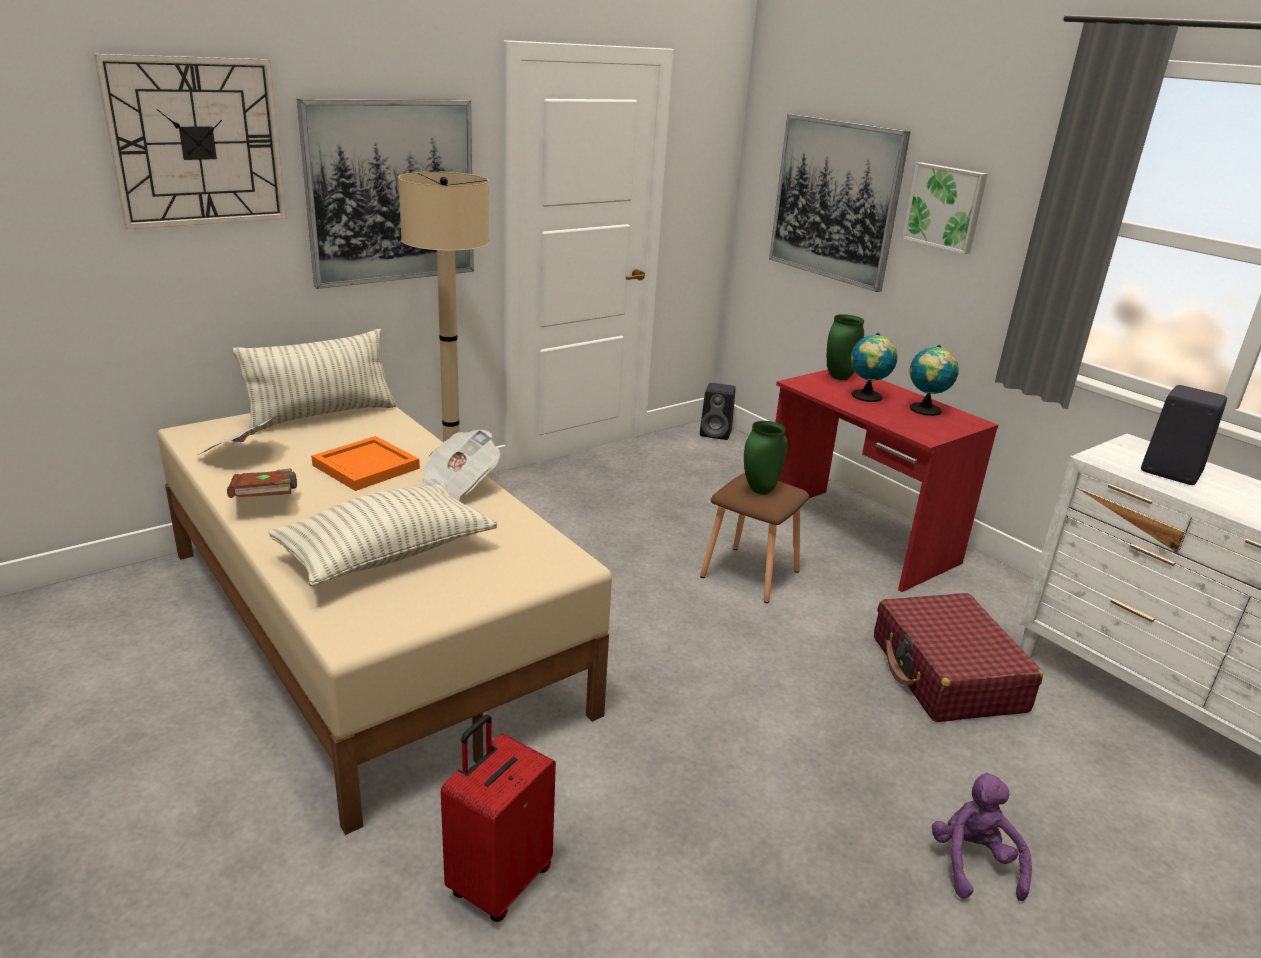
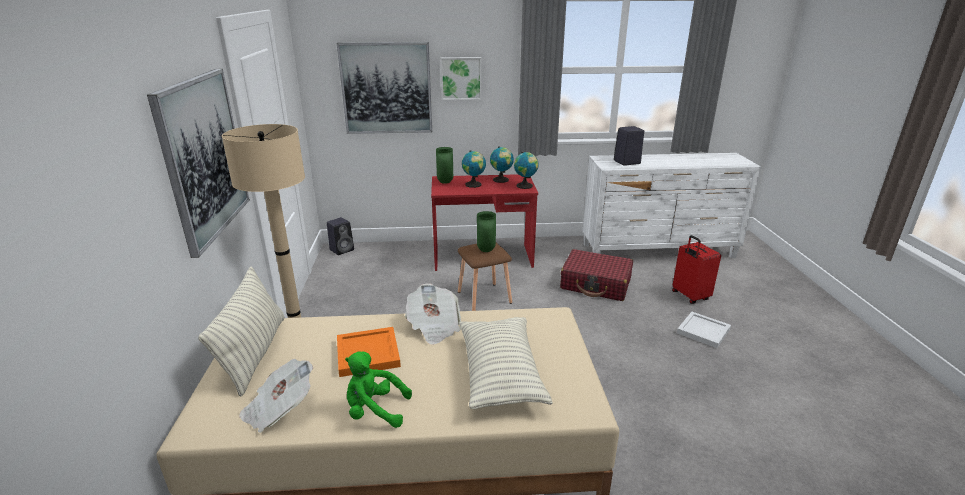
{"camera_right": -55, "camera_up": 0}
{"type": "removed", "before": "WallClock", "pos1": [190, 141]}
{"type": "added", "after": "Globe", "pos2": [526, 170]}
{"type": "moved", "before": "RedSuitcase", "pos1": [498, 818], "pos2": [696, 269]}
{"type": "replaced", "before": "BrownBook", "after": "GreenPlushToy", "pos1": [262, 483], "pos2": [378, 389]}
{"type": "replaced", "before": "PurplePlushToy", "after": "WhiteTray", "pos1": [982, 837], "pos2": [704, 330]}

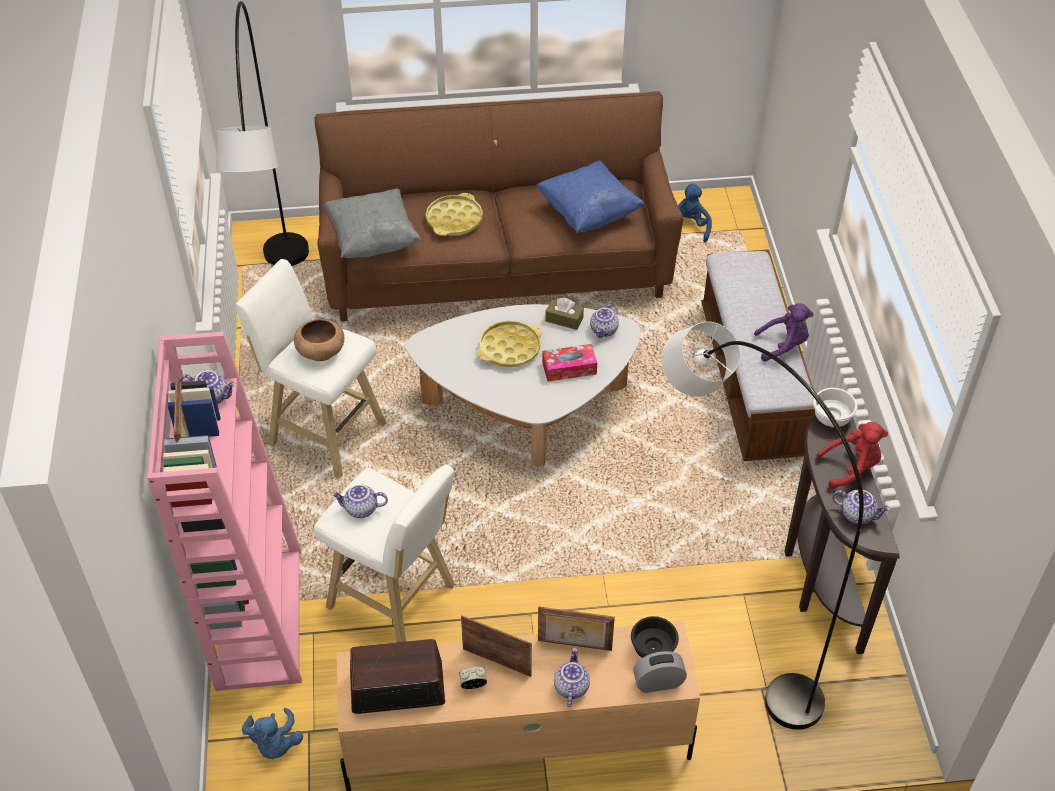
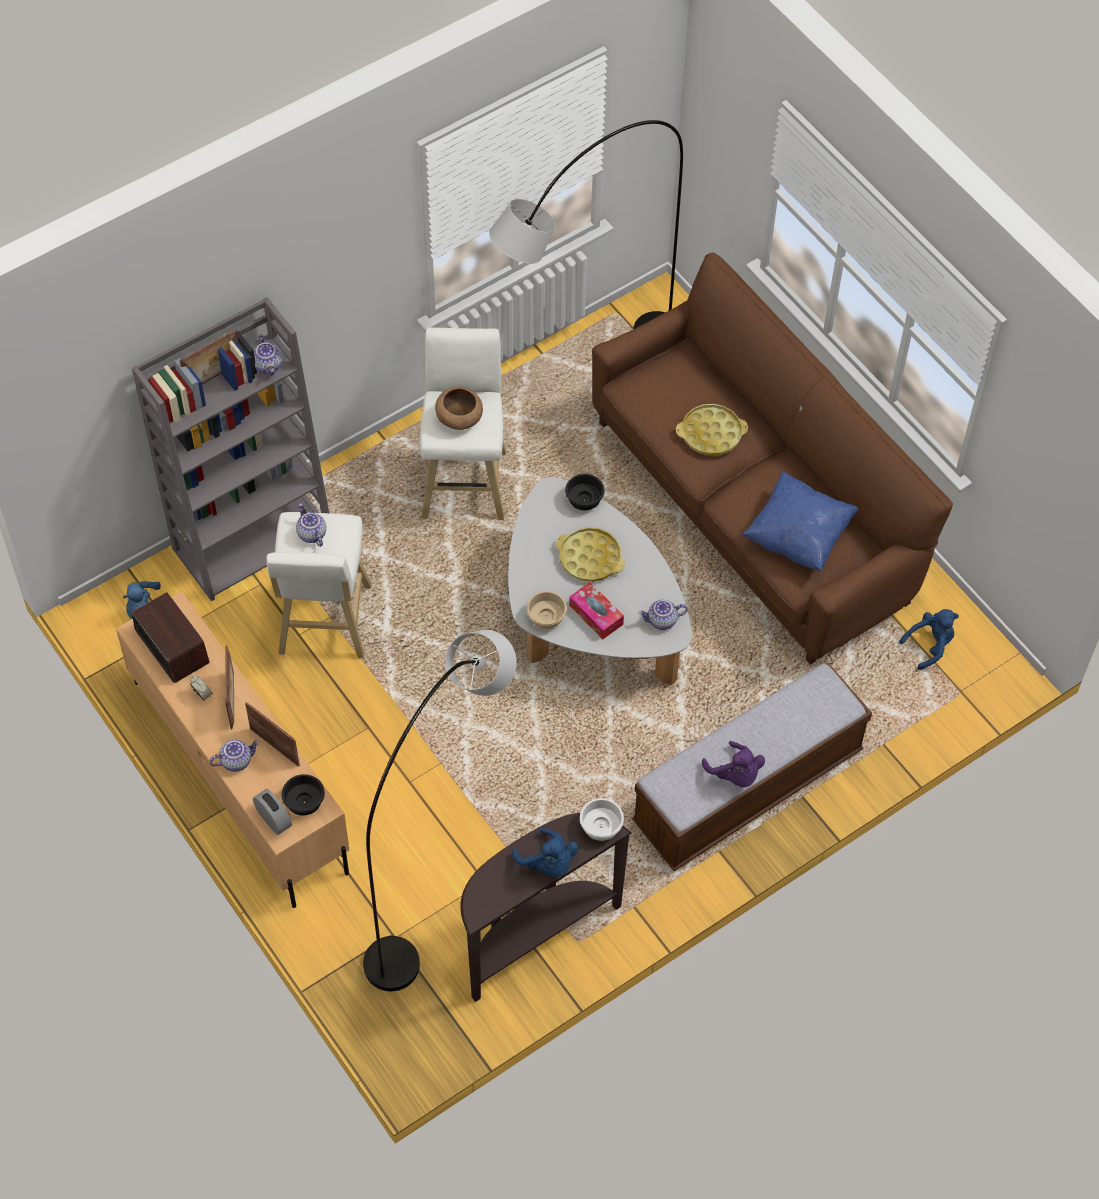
{"camera_right": 60, "camera_up": 10}
{"type": "removed", "before": "GreyPillow", "pos1": [373, 223]}
{"type": "removed", "before": "BrownTissueBox", "pos1": [564, 314]}
{"type": "removed", "before": "Teapot", "pos1": [861, 507]}
{"type": "added", "after": "BeigeBowl", "pos2": [547, 610]}
{"type": "added", "after": "BlackBowl", "pos2": [585, 492]}
{"type": "recoloured", "before": "PinkBookcase", "after": "GreyBookcase", "pos1": [224, 511], "pos2": [230, 449]}
{"type": "recoloured", "before": "RedPlushToy", "after": "BluePlushToy", "pos1": [852, 455], "pos2": [545, 852]}
{"type": "turned", "before": "PictureFrame", "pos1": [576, 628], "pos2": [272, 734], "turn": 150}

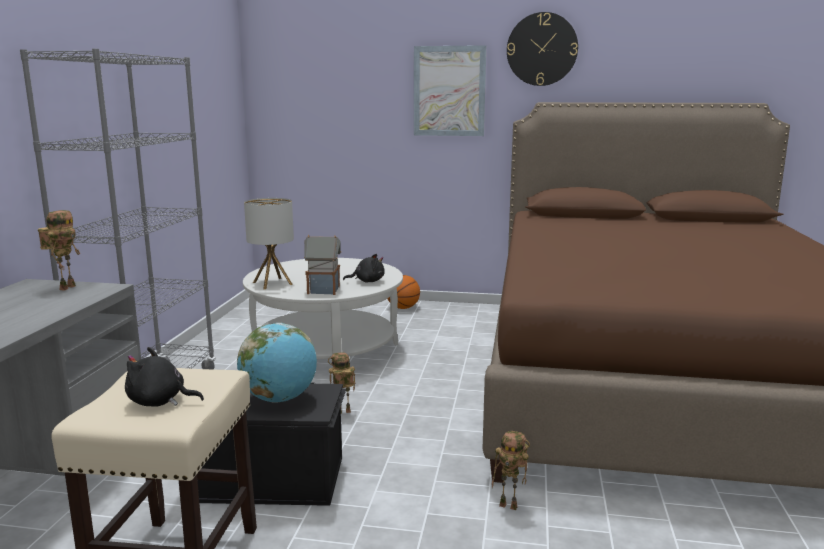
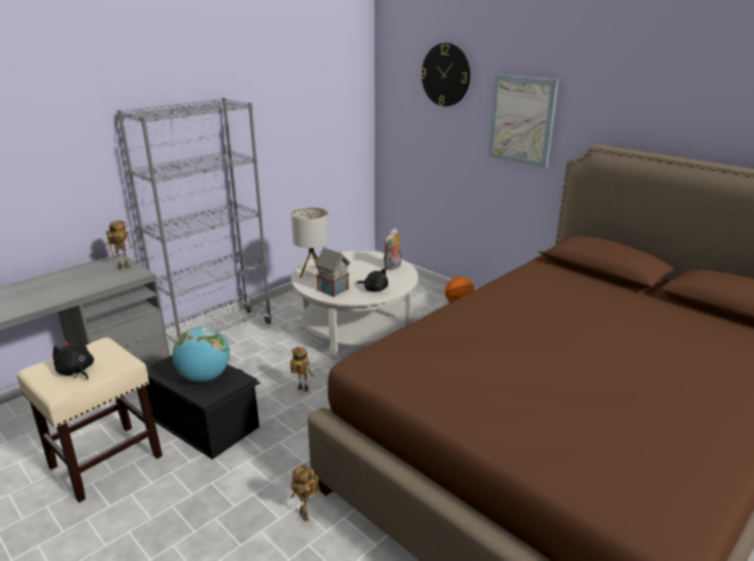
{"camera_right": 35, "camera_up": 10}
{"type": "added", "after": "PlushToy", "pos2": [393, 249]}
{"type": "moved", "before": "WallClock", "pos1": [542, 49], "pos2": [445, 75]}

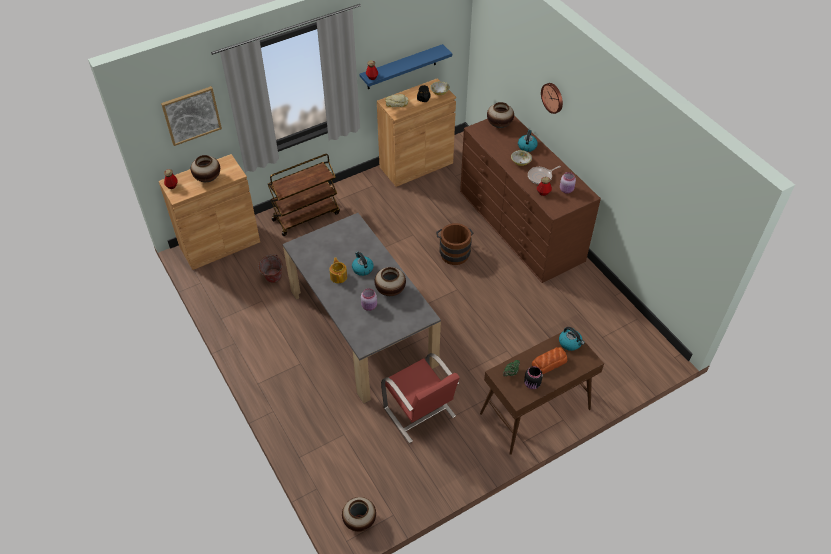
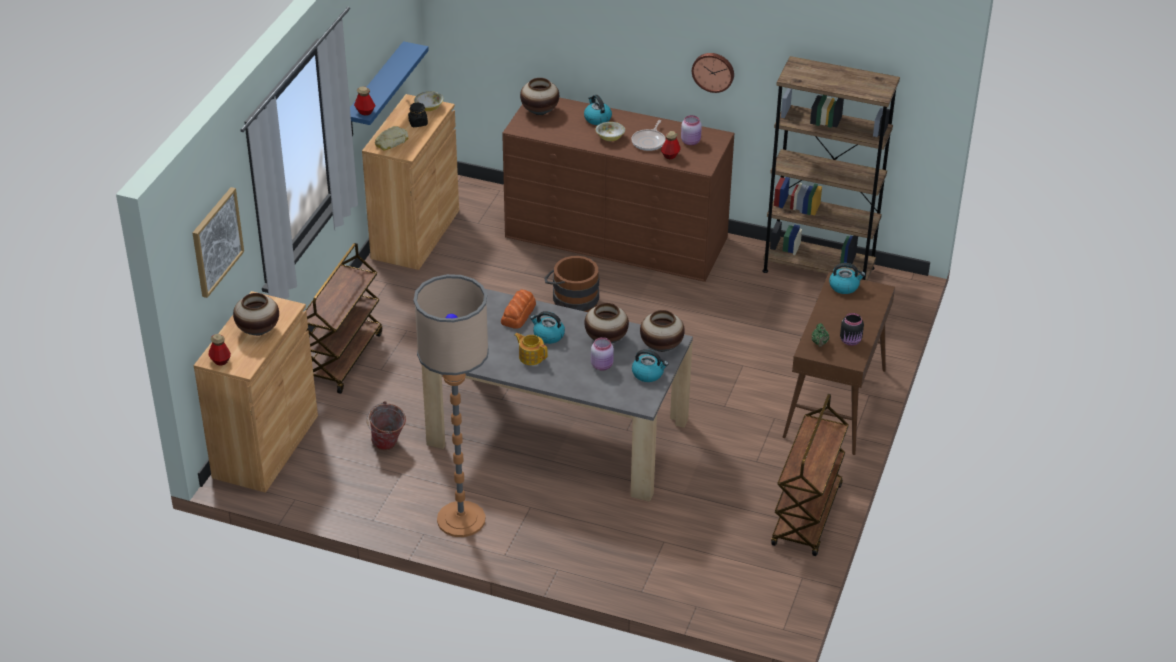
{"camera_right": -40, "camera_up": -10}
{"type": "removed", "before": "RedChair", "pos1": [420, 398]}
{"type": "added", "after": "FloorLamp", "pos2": [451, 405]}
{"type": "added", "after": "Kettle", "pos2": [650, 365]}
{"type": "added", "after": "BrownBookcase", "pos2": [831, 168]}
{"type": "added", "after": "BrownCart", "pos2": [810, 475]}
{"type": "moved", "before": "Vase", "pos1": [359, 514], "pos2": [662, 331]}
{"type": "moved", "before": "Bread", "pos1": [549, 360], "pos2": [518, 309]}
{"type": "moved", "before": "WallClock", "pos1": [552, 98], "pos2": [713, 73]}

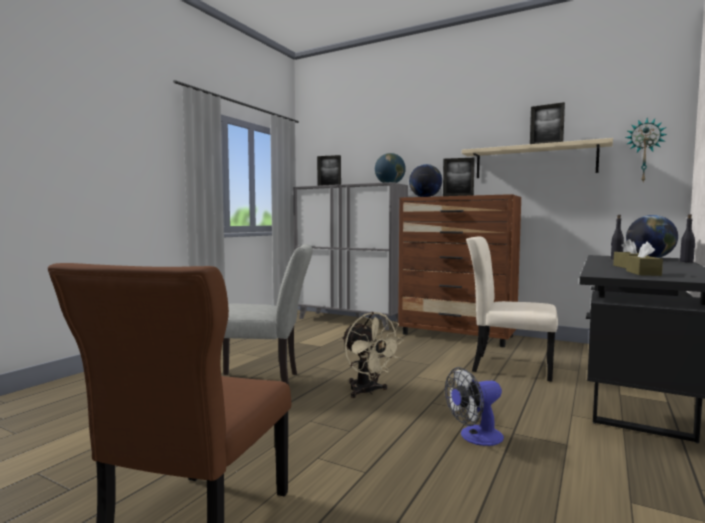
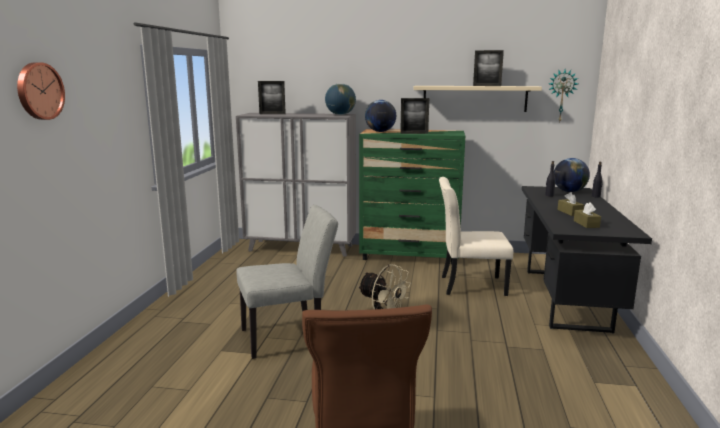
{"camera_right": -20, "camera_up": 10}
{"type": "removed", "before": "Fan", "pos1": [474, 406]}
{"type": "added", "after": "WallClock", "pos2": [41, 91]}
{"type": "recoloured", "before": "BrownDresser", "after": "GreenDresser", "pos1": [459, 270], "pos2": [412, 197]}

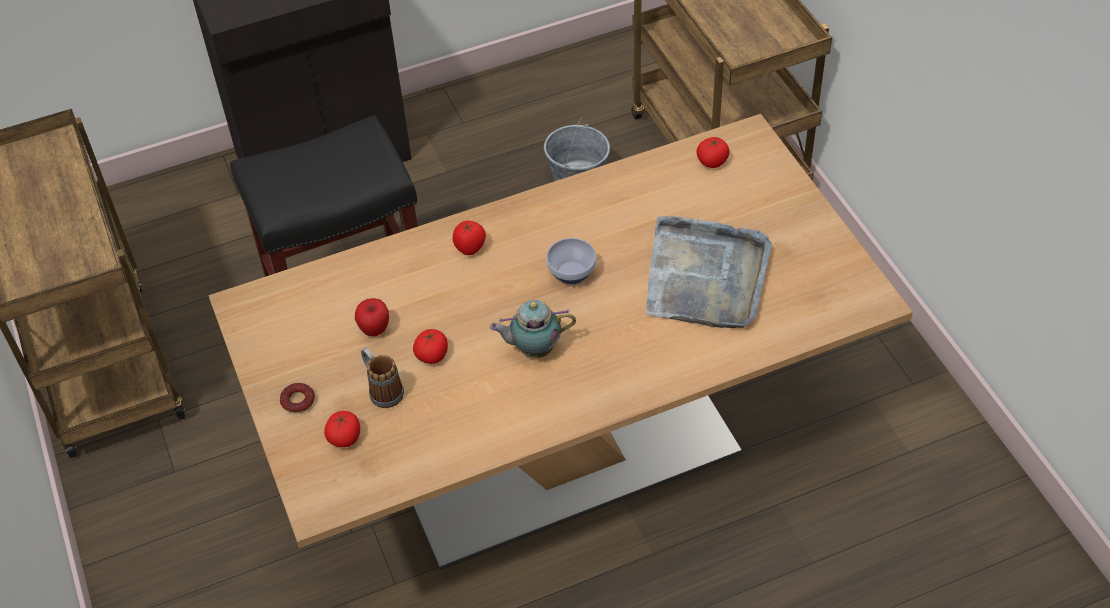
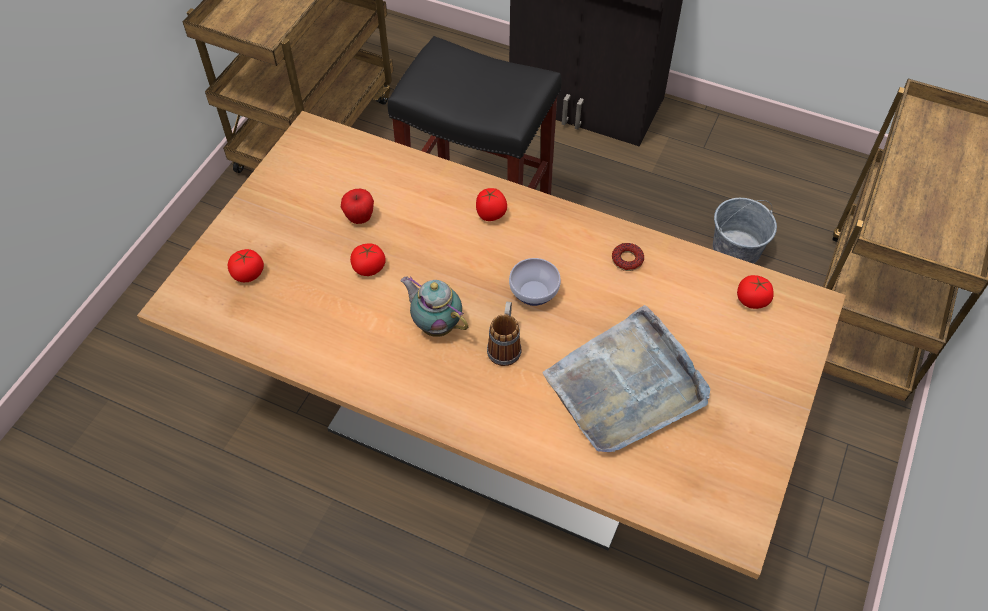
{"camera_right": 45, "camera_up": 5}
{"type": "moved", "before": "Donut", "pos1": [297, 398], "pos2": [628, 257]}
{"type": "moved", "before": "Mug", "pos1": [382, 378], "pos2": [504, 334]}

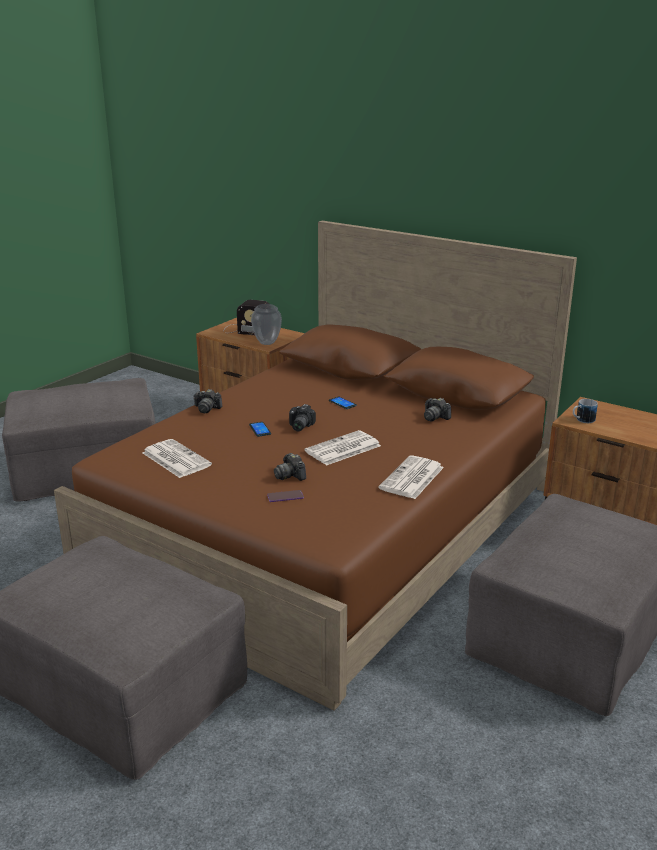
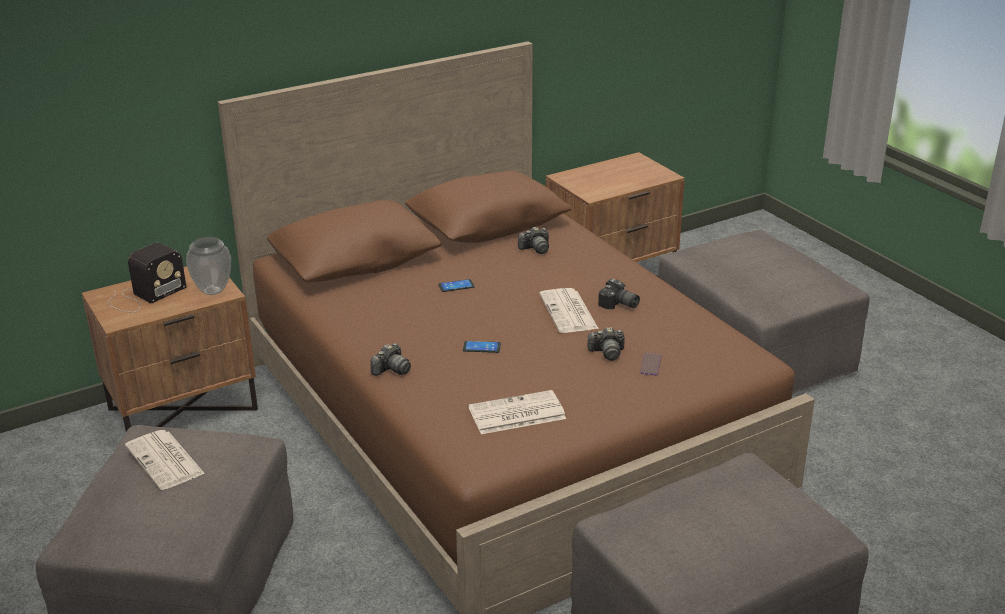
{"camera_right": -65, "camera_up": 5}
{"type": "removed", "before": "Mug", "pos1": [585, 411]}
{"type": "moved", "before": "PhotoCamera", "pos1": [302, 417], "pos2": [619, 294]}
{"type": "moved", "before": "Newspaper", "pos1": [411, 477], "pos2": [165, 460]}

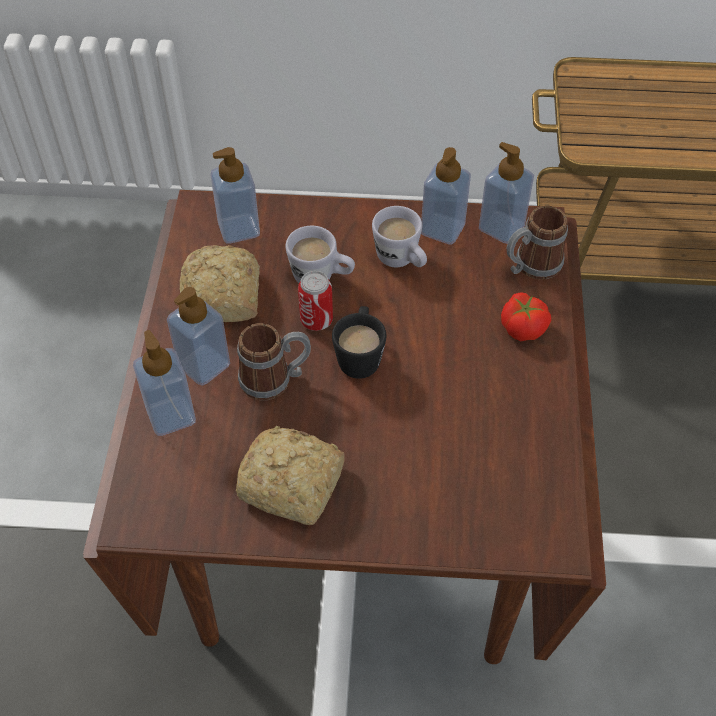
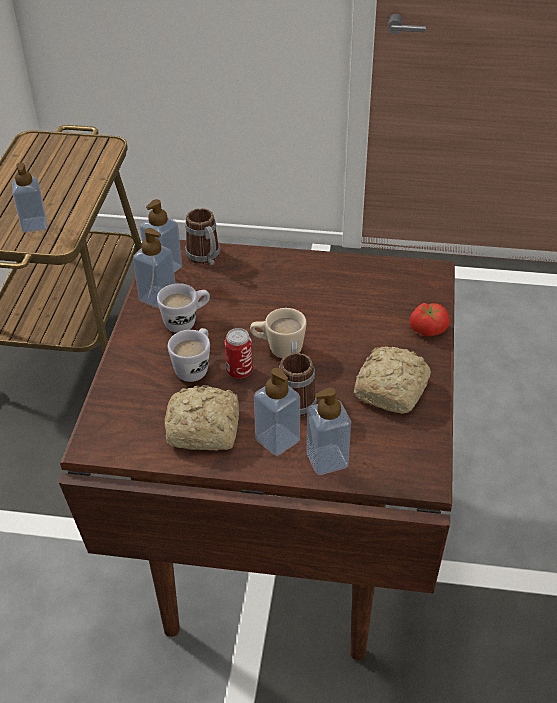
{"camera_right": -85, "camera_up": -10}
{"type": "moved", "before": "SoapDispenser", "pos1": [235, 195], "pos2": [29, 198]}
{"type": "moved", "before": "Tomato", "pos1": [526, 316], "pos2": [430, 319]}
{"type": "recoloured", "before": "BlackMug", "after": "BeigeMug", "pos1": [359, 342], "pos2": [278, 333]}

